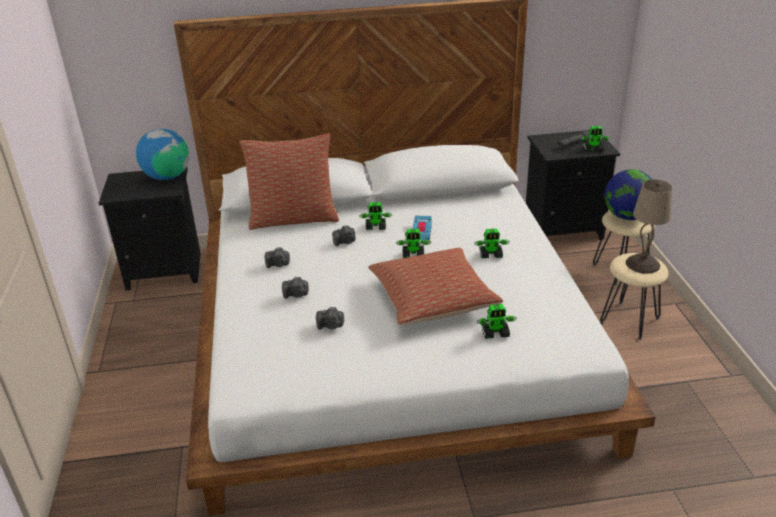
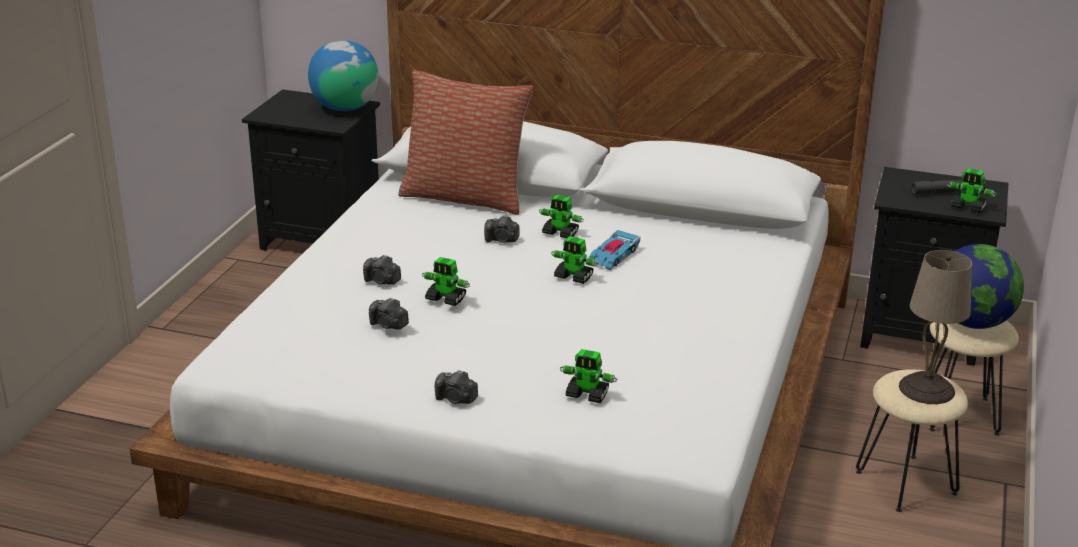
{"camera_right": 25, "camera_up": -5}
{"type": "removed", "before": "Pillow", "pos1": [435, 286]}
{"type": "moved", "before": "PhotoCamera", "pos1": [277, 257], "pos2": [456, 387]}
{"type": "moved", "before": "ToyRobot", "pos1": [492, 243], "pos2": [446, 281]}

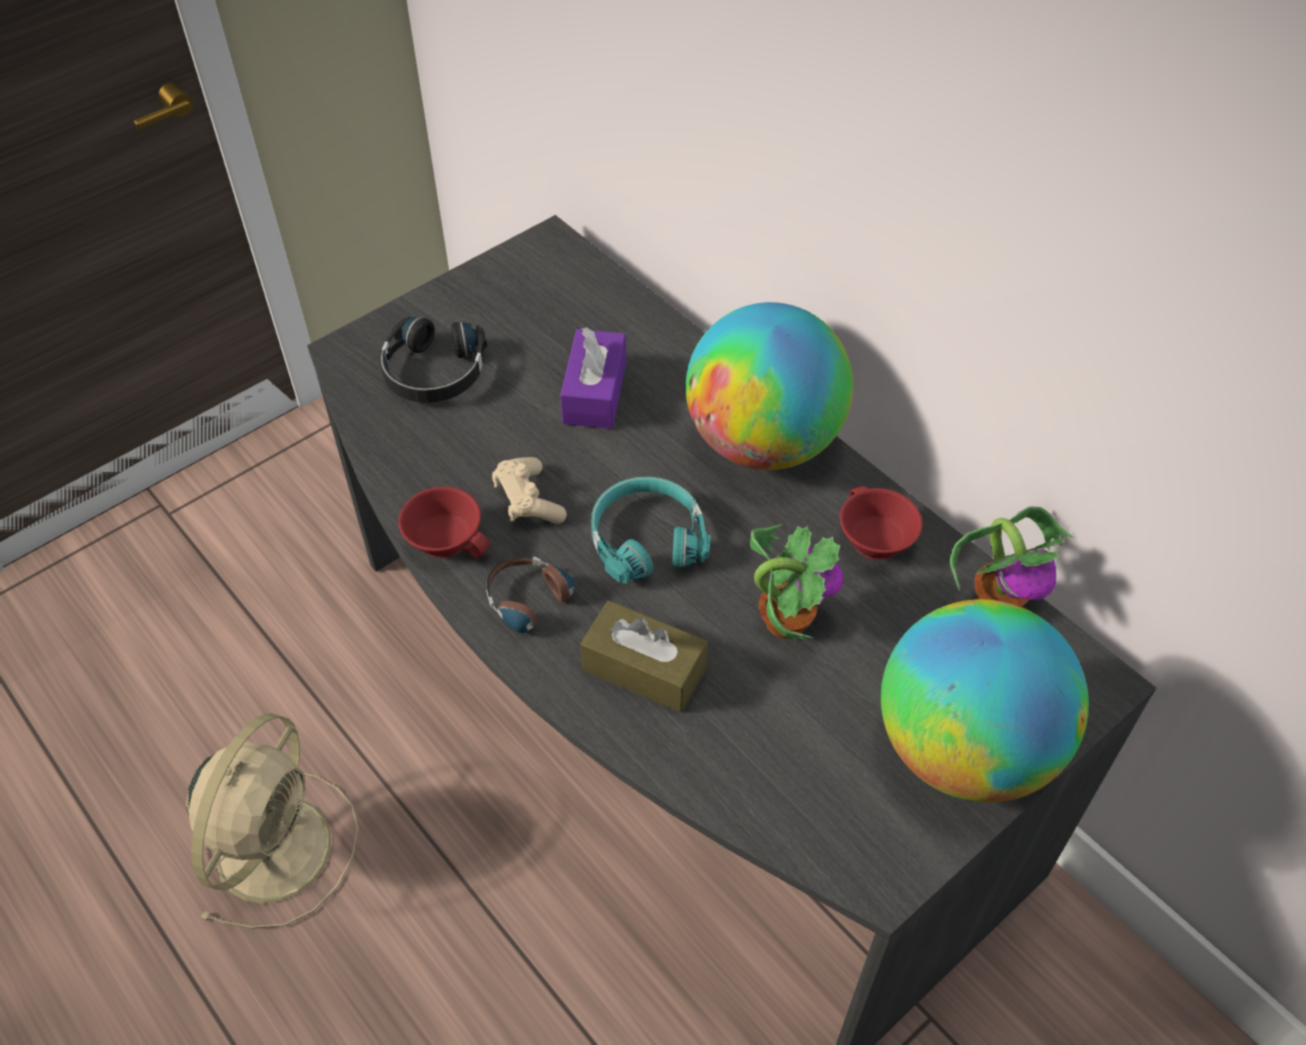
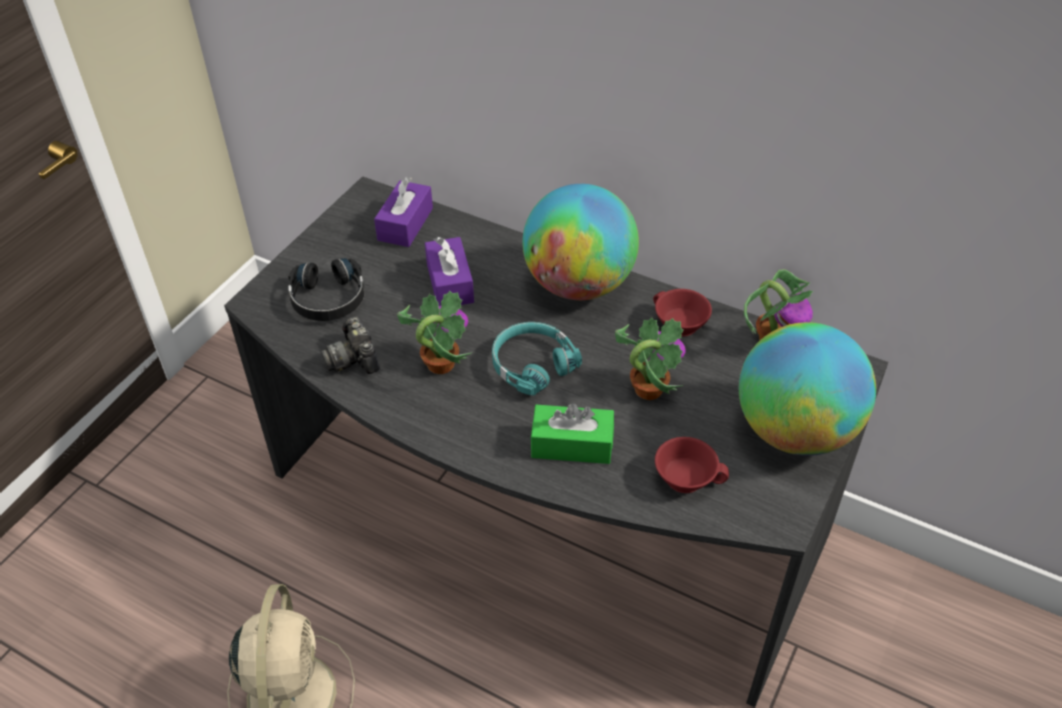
{"camera_right": -20, "camera_up": -5}
{"type": "removed", "before": "Headphones", "pos1": [530, 601]}
{"type": "added", "after": "PhotoCamera", "pos2": [350, 345]}
{"type": "added", "after": "PurpleTissueBox", "pos2": [403, 212]}
{"type": "moved", "before": "RedCup", "pos1": [443, 522], "pos2": [692, 465]}
{"type": "replaced", "before": "BeigeGameController", "after": "PottedPlant", "pos1": [529, 490], "pos2": [434, 332]}
{"type": "recoloured", "before": "BrownTissueBox", "after": "GreenTissueBox", "pos1": [644, 656], "pos2": [572, 433]}

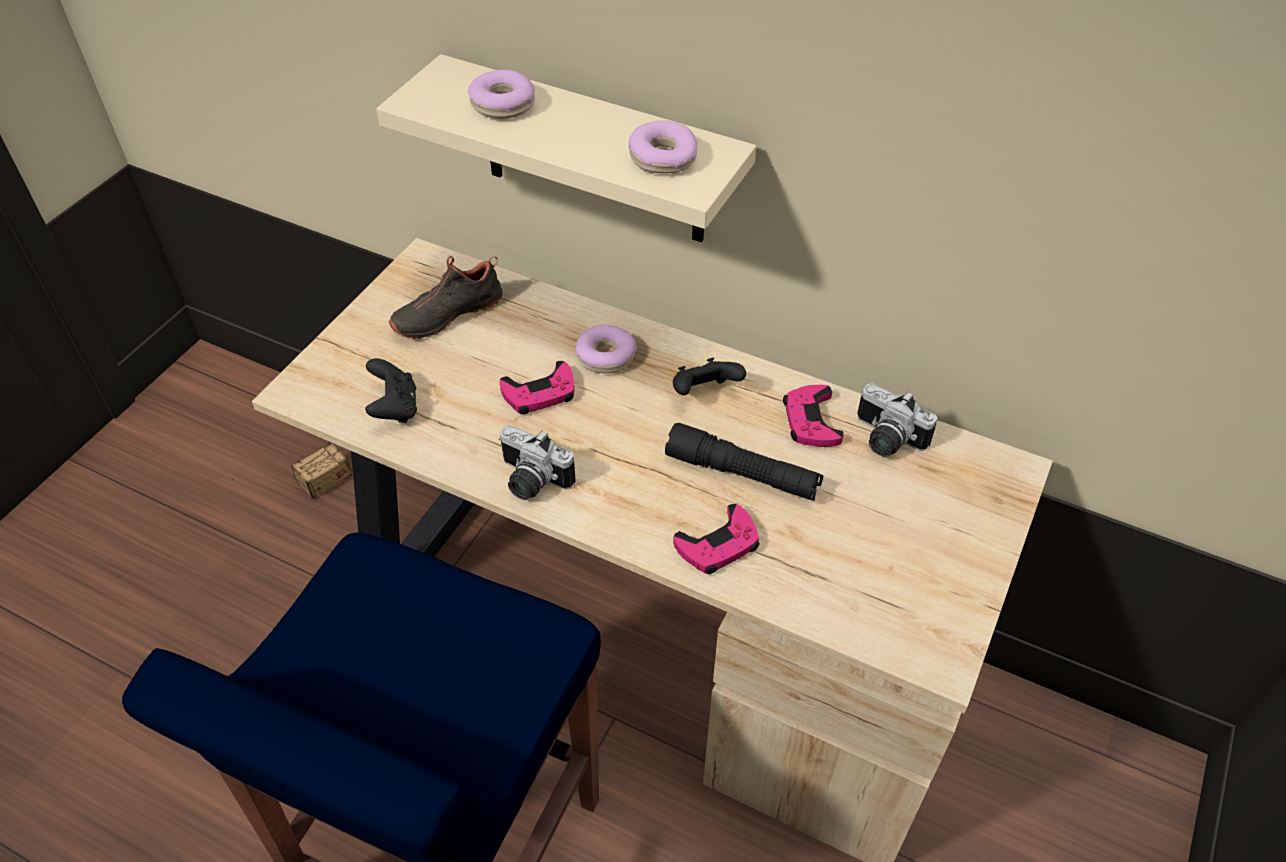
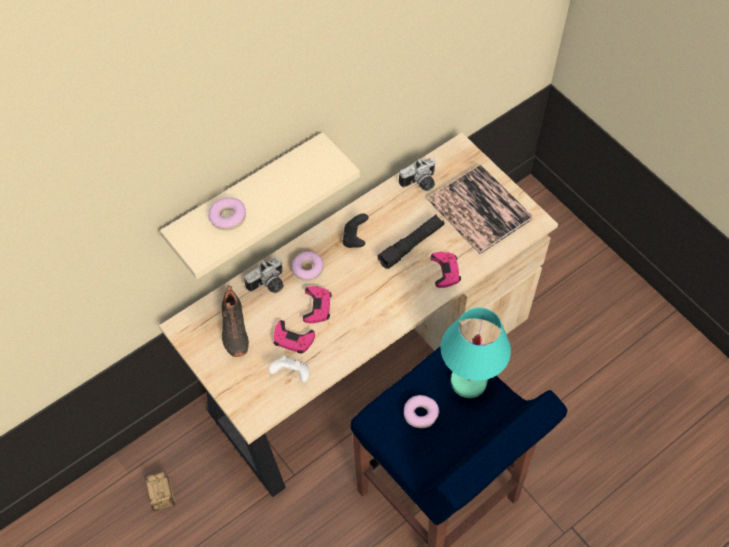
{"camera_right": -65, "camera_up": 10}
{"type": "added", "after": "Book", "pos2": [480, 209]}
{"type": "added", "after": "TurquoiseTableLamp", "pos2": [475, 352]}
{"type": "moved", "before": "PhotoCamera", "pos1": [537, 462], "pos2": [264, 275]}
{"type": "moved", "before": "Donut", "pos1": [663, 147], "pos2": [421, 411]}
{"type": "moved", "before": "PinkGameController", "pos1": [813, 416], "pos2": [294, 337]}
{"type": "recoloured", "before": "BlackGameController", "after": "WhiteGameController", "pos1": [391, 390], "pos2": [289, 369]}

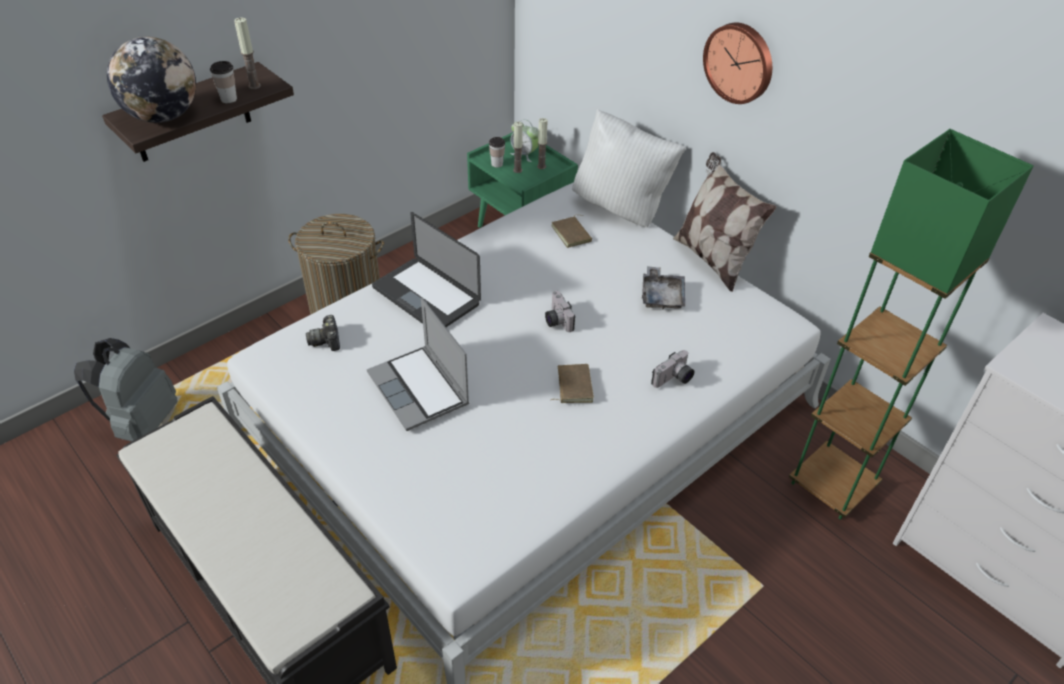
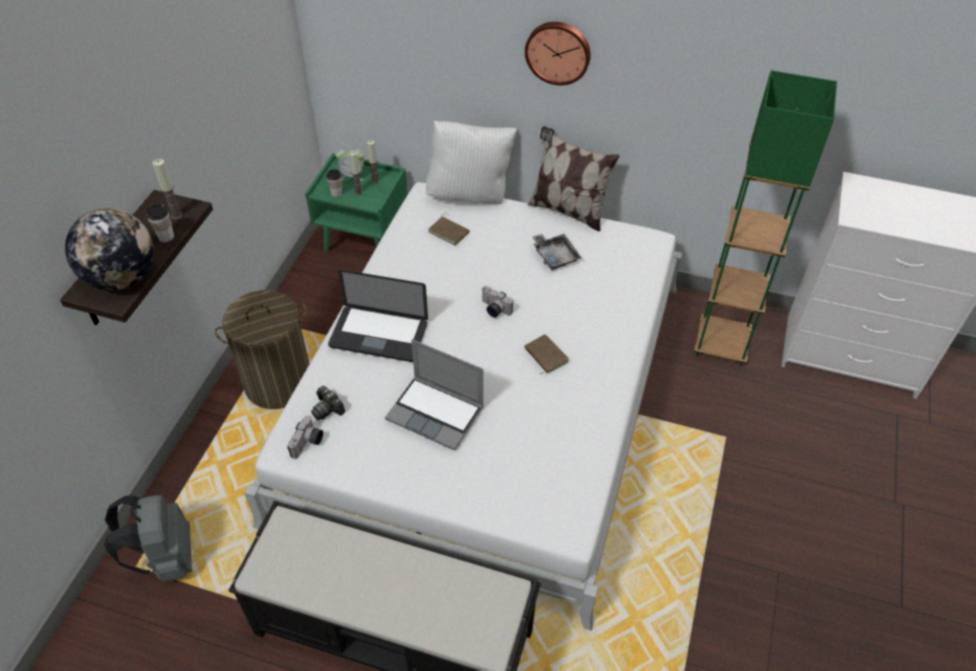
{"camera_right": -30, "camera_up": 5}
{"type": "moved", "before": "PhotoCamera", "pos1": [672, 369], "pos2": [305, 437]}

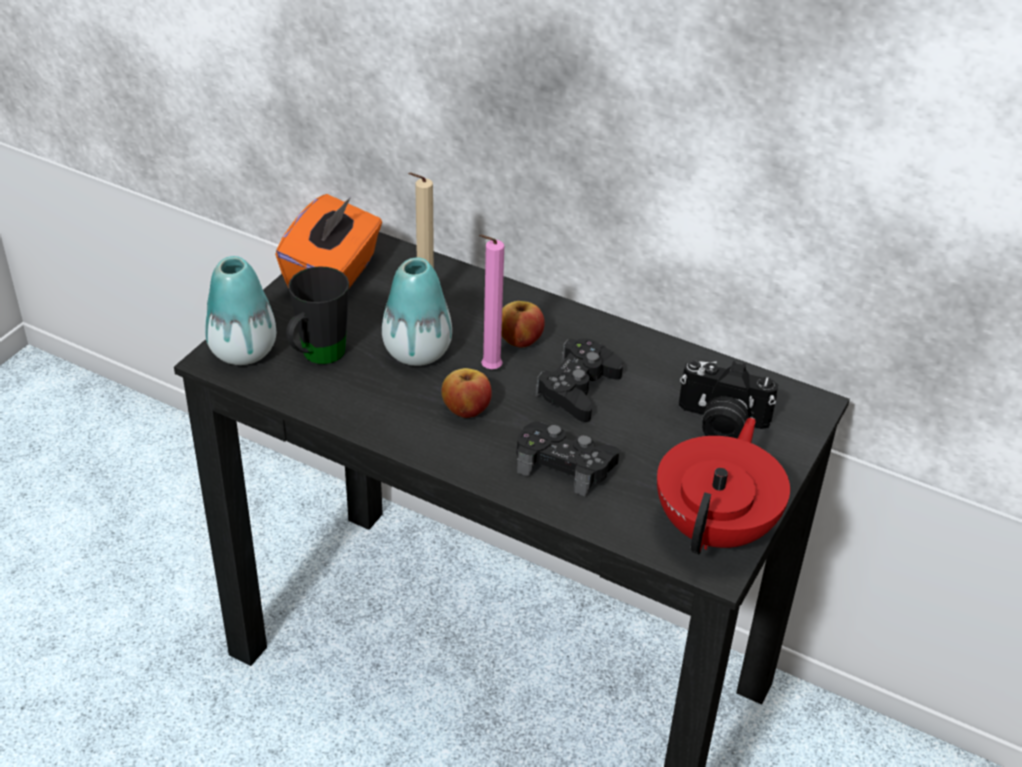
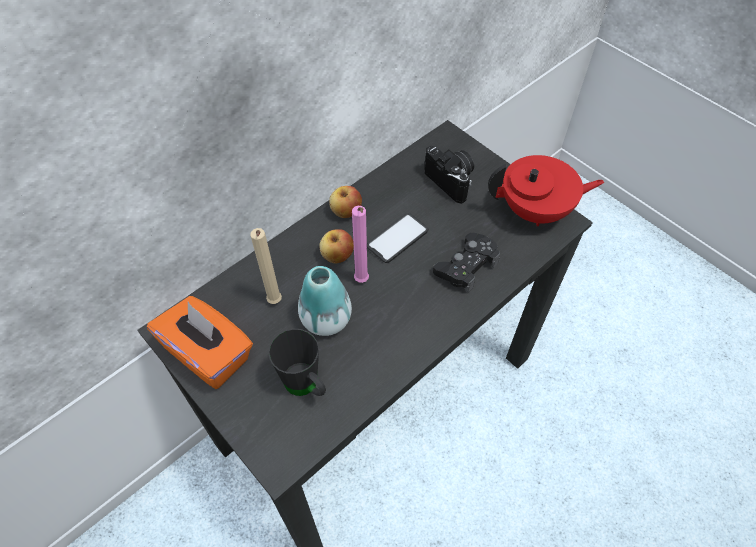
{"camera_right": -70, "camera_up": 15}
{"type": "removed", "before": "Vase", "pos1": [240, 310]}
{"type": "moved", "before": "Apple", "pos1": [466, 393], "pos2": [345, 202]}
{"type": "replaced", "before": "BlackGameController", "after": "Phone", "pos1": [579, 380], "pos2": [397, 238]}
{"type": "turned", "before": "RedTeapot", "pos1": [723, 485], "pos2": [546, 190], "turn": 135}
{"type": "turned", "before": "PhotoCamera", "pos1": [728, 399], "pos2": [449, 175], "turn": -75}

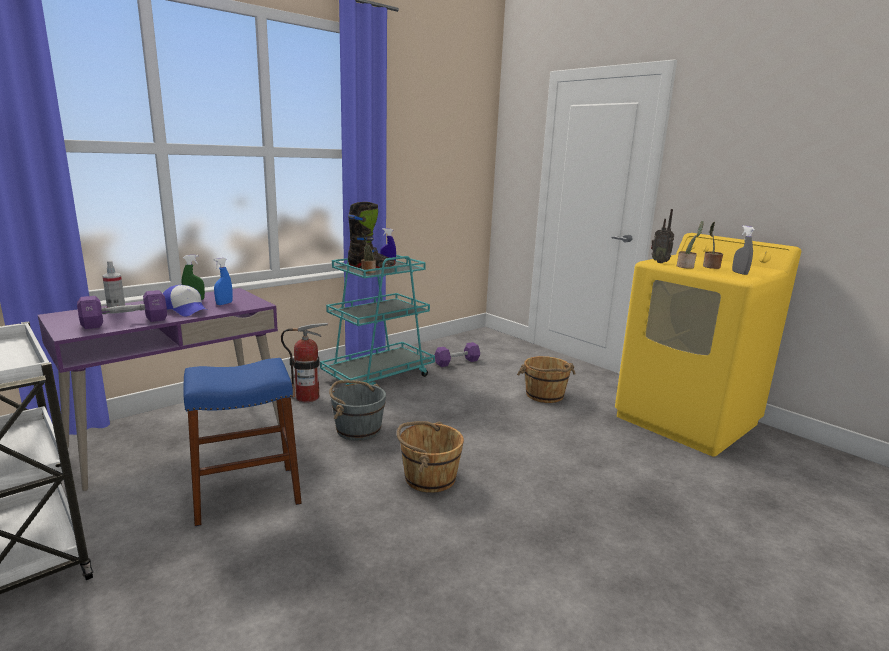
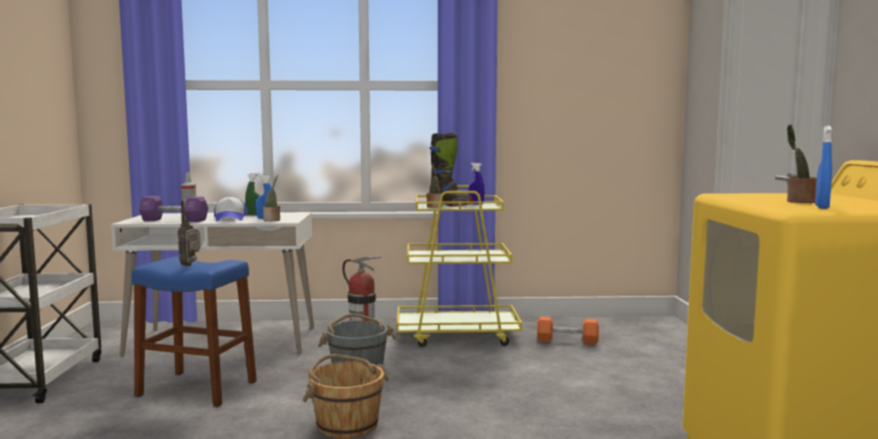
{"camera_right": 40, "camera_up": -10}
{"type": "removed", "before": "BrownBucket", "pos1": [546, 379]}
{"type": "moved", "before": "Radio", "pos1": [662, 236], "pos2": [189, 233]}
{"type": "moved", "before": "PottedPlant", "pos1": [690, 245], "pos2": [271, 198]}
{"type": "recoloured", "before": "PurpleDesk", "after": "WhiteDesk", "pos1": [158, 389], "pos2": [212, 284]}
{"type": "recoloured", "before": "TurquoiseCart", "after": "YellowCart", "pos1": [377, 320], "pos2": [459, 266]}
{"type": "recoloured", "before": "PurpleDumbbell", "after": "OrangeDumbbell", "pos1": [457, 354], "pos2": [568, 330]}
{"type": "recoloured", "before": "GreySprayBottle", "after": "BlueSprayBottle", "pos1": [743, 250], "pos2": [823, 167]}

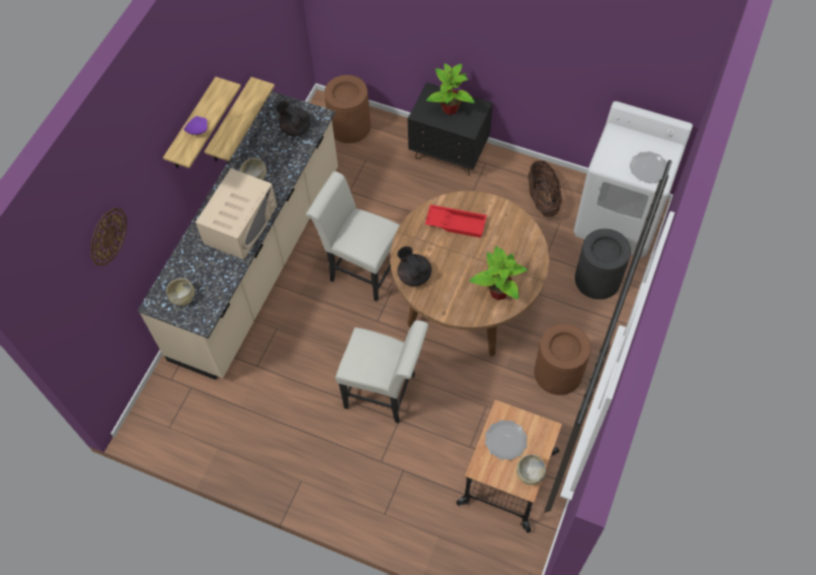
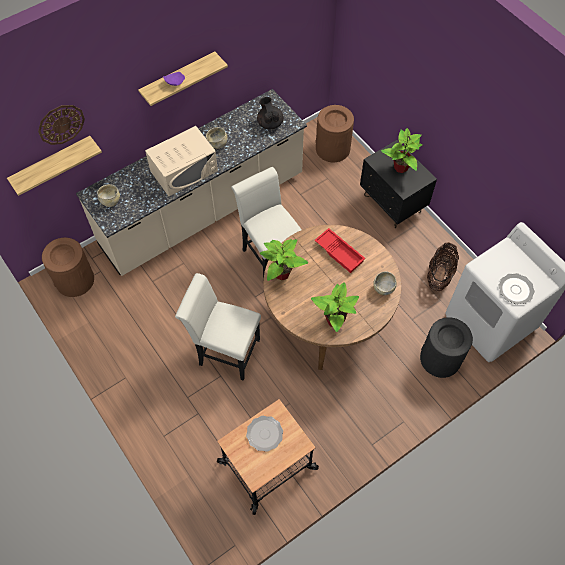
{"camera_right": 30, "camera_up": 0}
{"type": "moved", "before": "Shelf", "pos1": [239, 119], "pos2": [54, 166]}
{"type": "moved", "before": "BeigeBowl", "pos1": [531, 469], "pos2": [385, 283]}
{"type": "moved", "before": "BrownTrashCan", "pos1": [562, 359], "pos2": [68, 267]}
{"type": "replaced", "before": "BlackTeapot", "after": "PottedPlant", "pos1": [414, 266], "pos2": [284, 260]}
{"type": "turned", "before": "WhiteChair", "pos1": [382, 371], "pos2": [218, 327], "turn": 150}

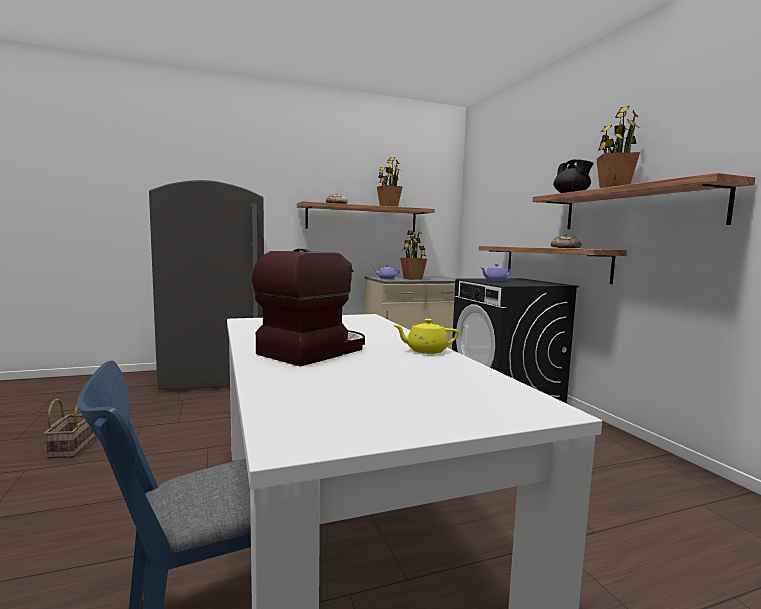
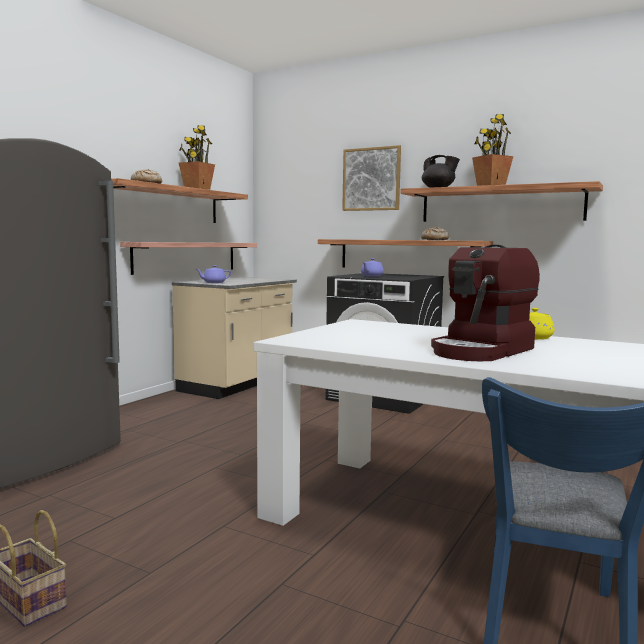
{"camera_right": -40, "camera_up": 0}
{"type": "removed", "before": "PottedPlant", "pos1": [413, 254]}
{"type": "added", "after": "Shelf", "pos2": [188, 258]}
{"type": "added", "after": "Picture", "pos2": [371, 178]}
{"type": "turned", "before": "CoffeeMachine", "pos1": [308, 308], "pos2": [485, 303], "turn": -135}

